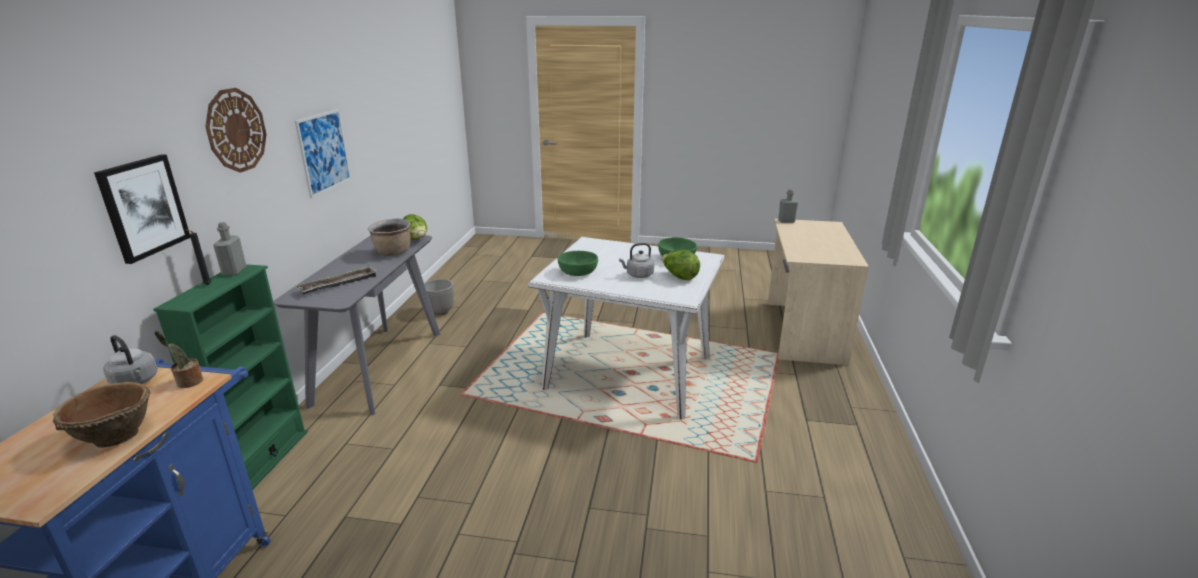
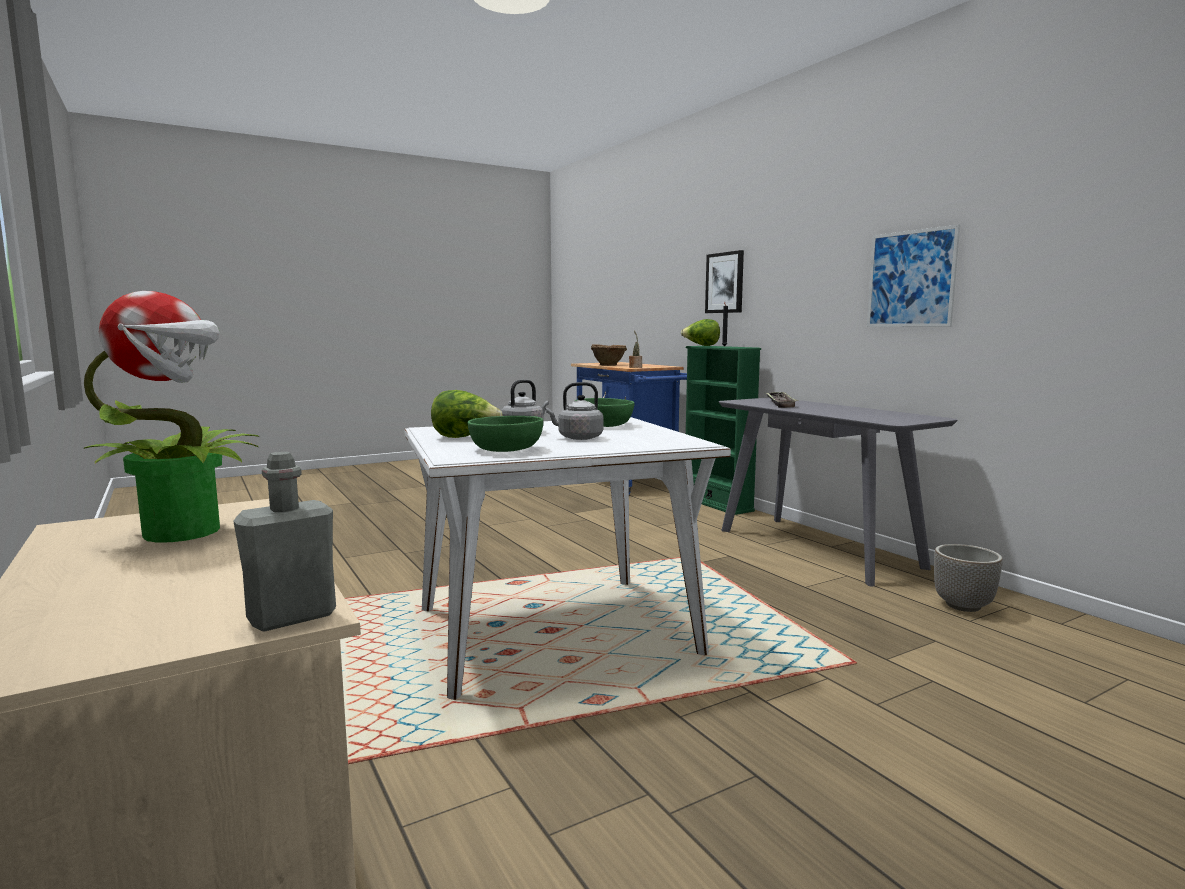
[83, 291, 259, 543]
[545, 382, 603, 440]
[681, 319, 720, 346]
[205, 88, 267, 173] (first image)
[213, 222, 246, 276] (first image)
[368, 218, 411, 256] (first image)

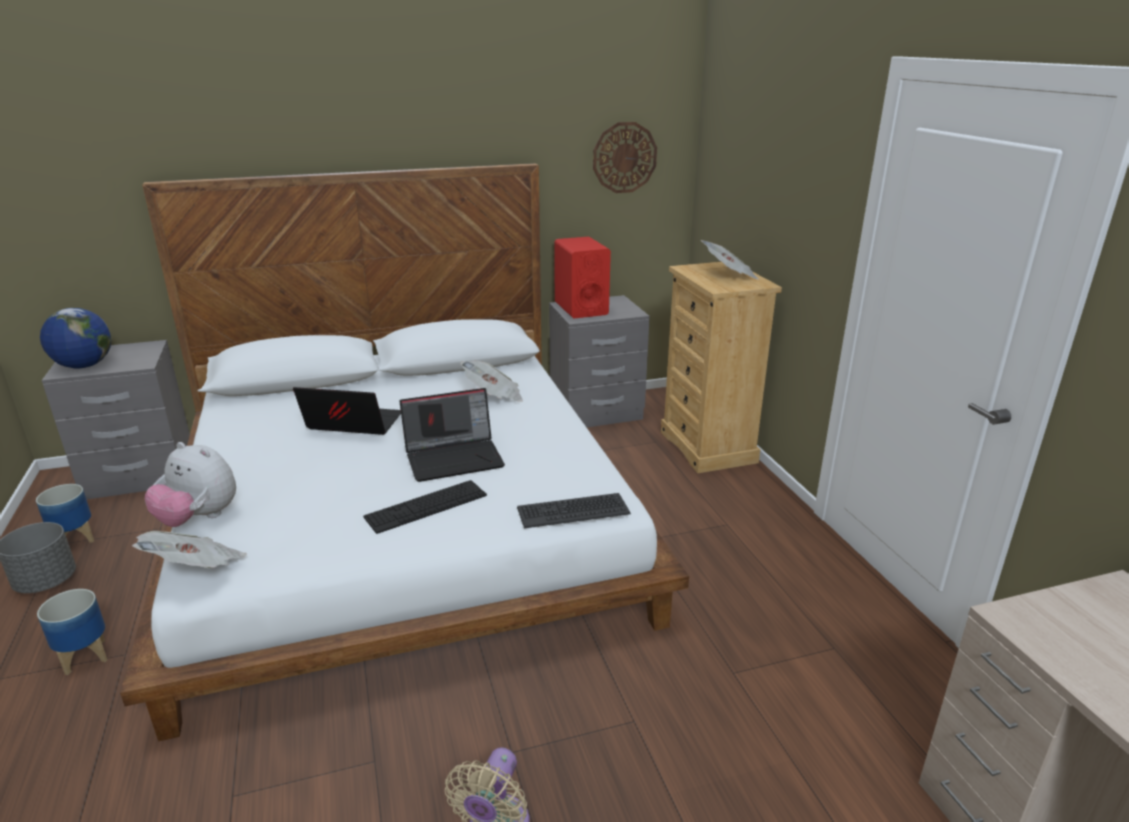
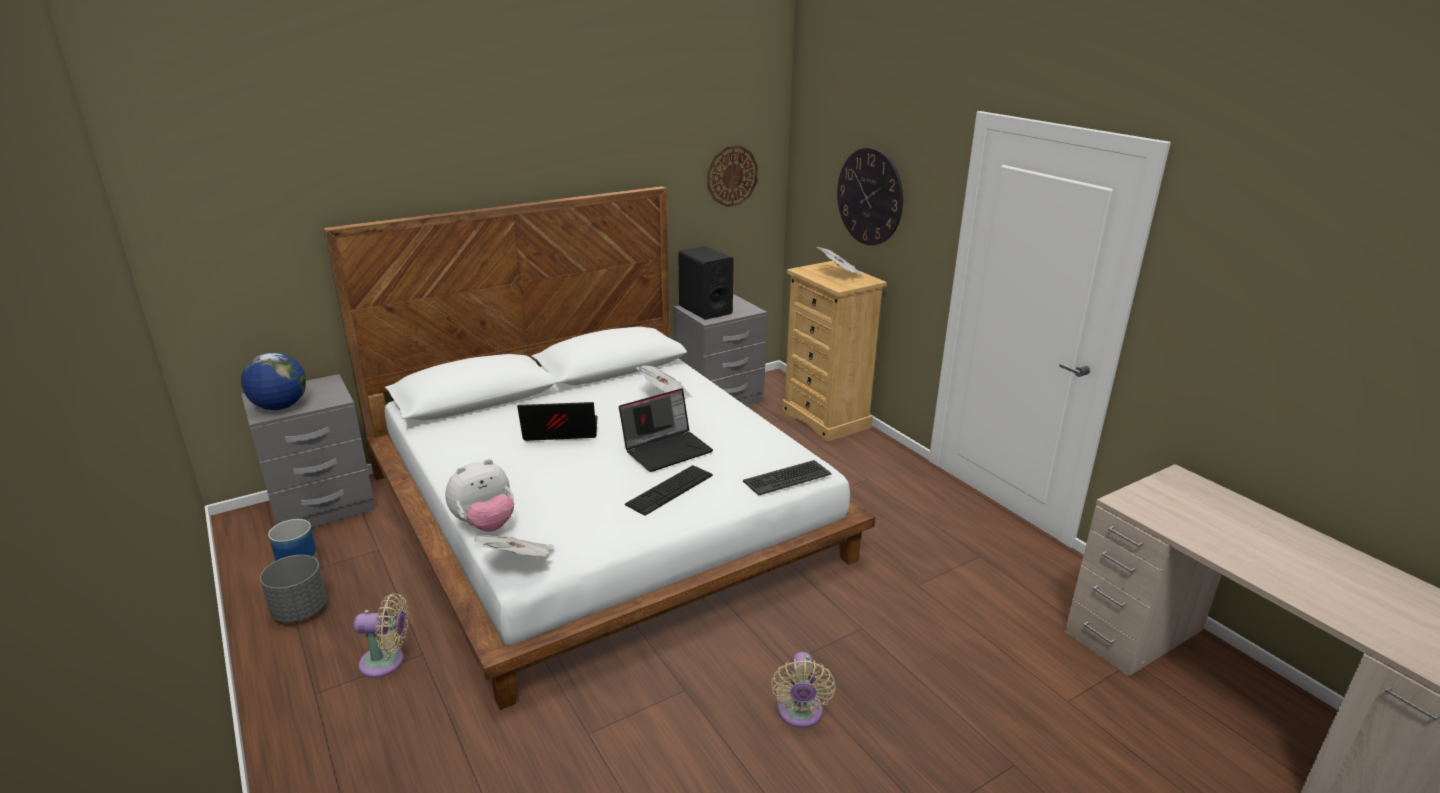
[354, 593, 409, 678]
[445, 459, 514, 532]
[678, 246, 734, 320]
[837, 148, 903, 245]

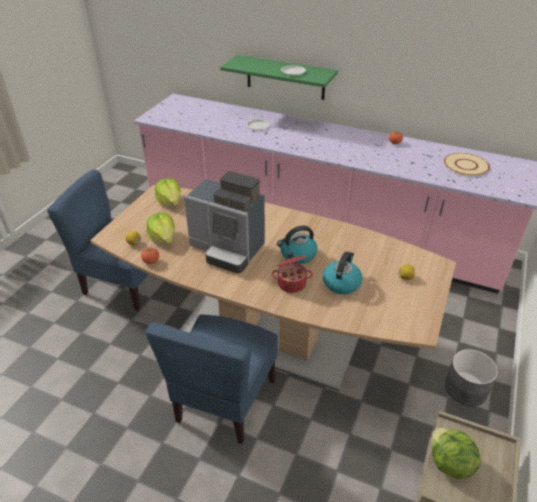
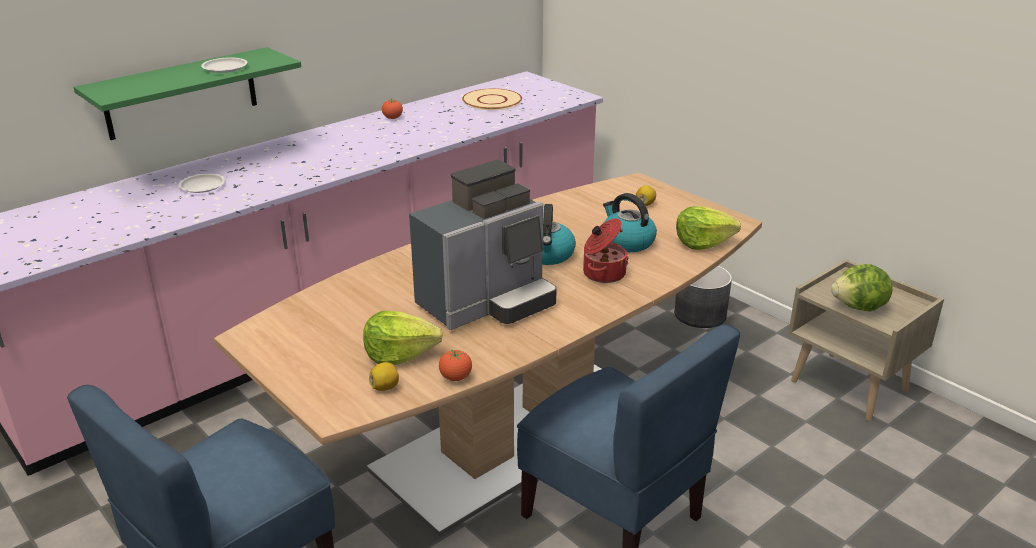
[676, 206, 741, 250]

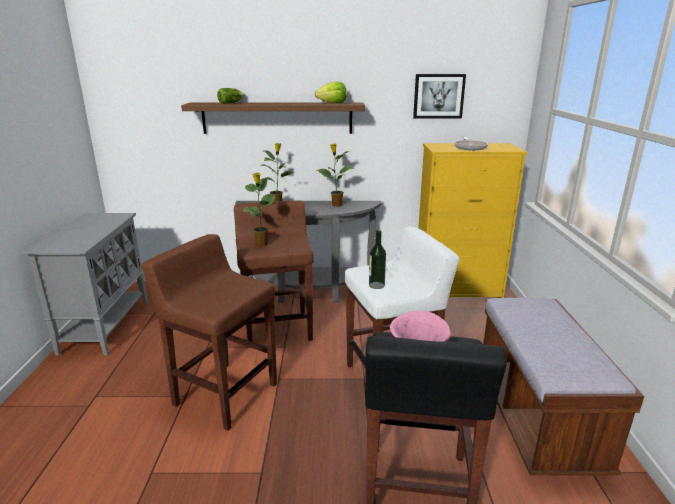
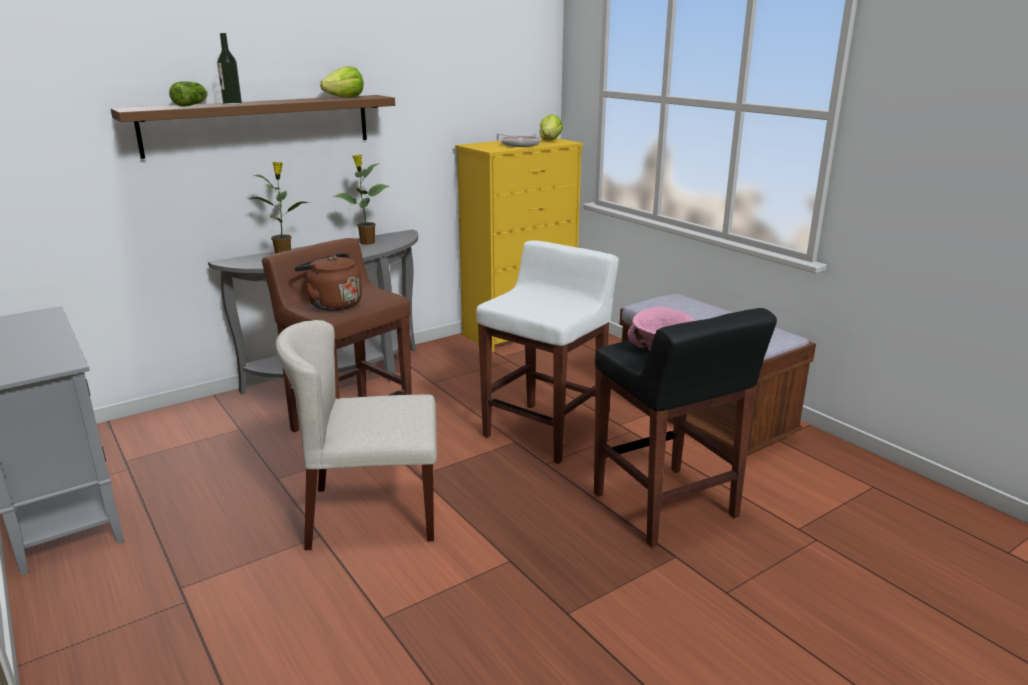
[217, 33, 242, 105]
[276, 320, 437, 550]
[294, 253, 362, 311]
[539, 114, 563, 141]
[413, 74, 466, 119] (first image)

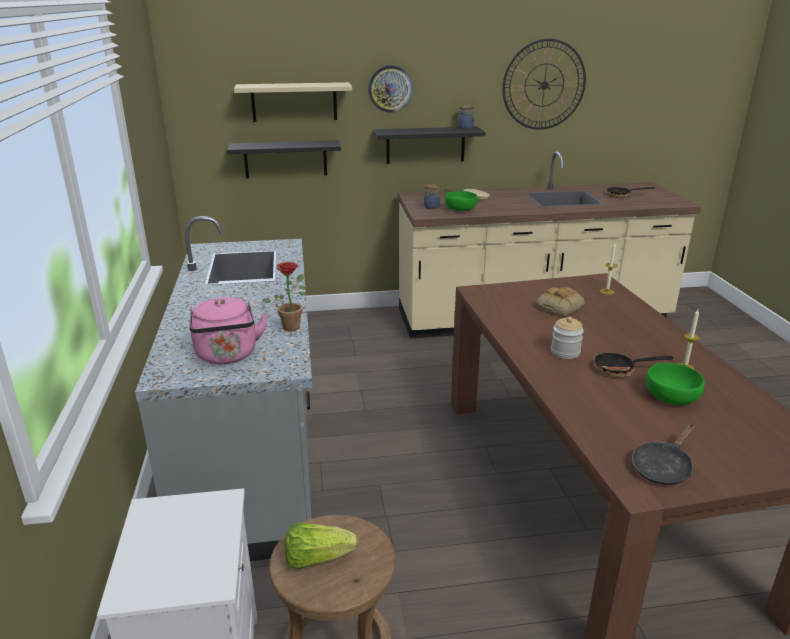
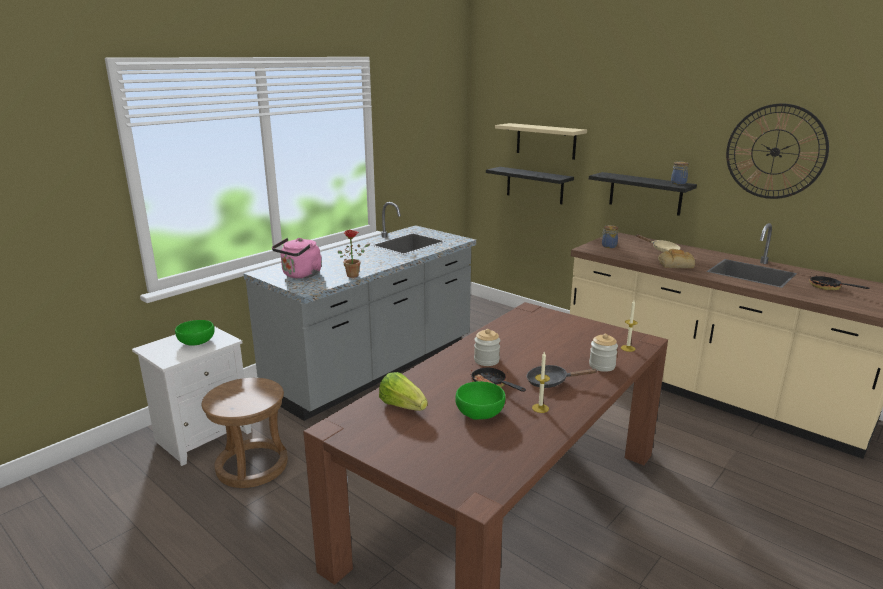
[175, 320, 215, 346]
[379, 372, 428, 411]
[526, 365, 598, 388]
[589, 334, 618, 372]
[658, 249, 695, 268]
[368, 65, 413, 113] (first image)

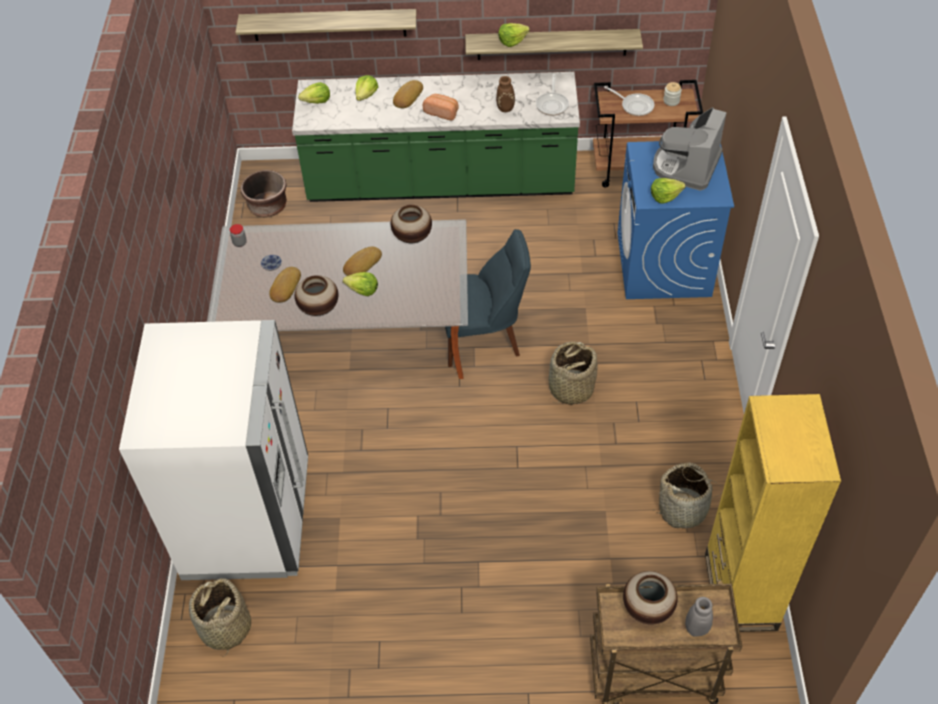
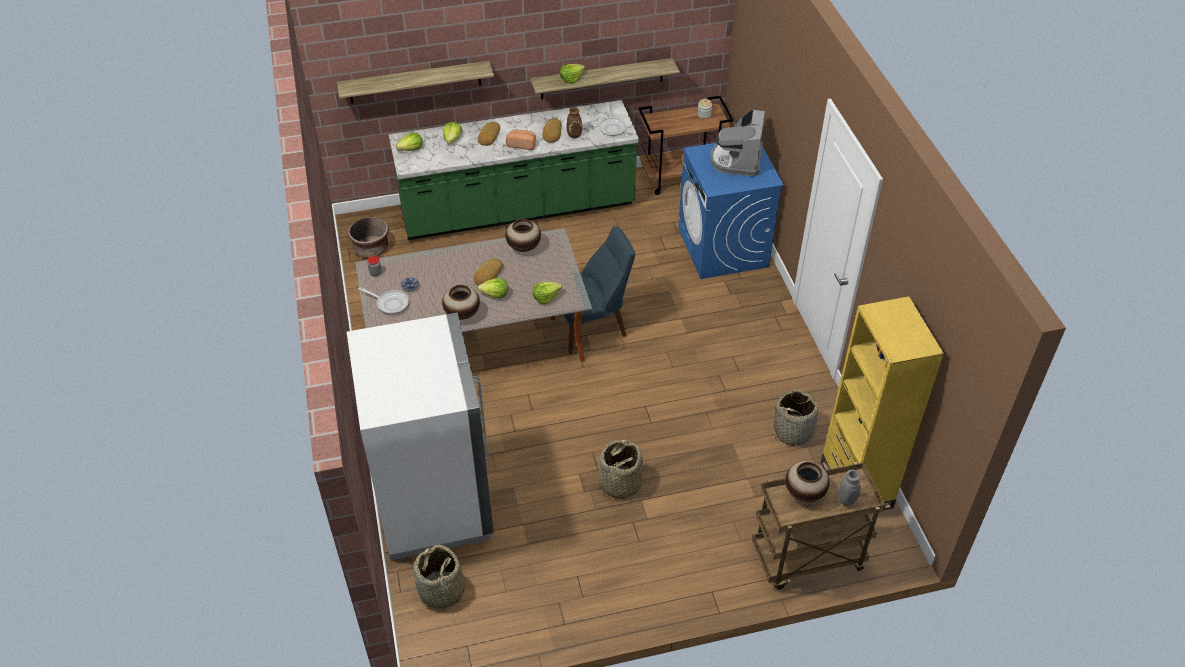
[358, 287, 409, 314]
[533, 282, 562, 304]
[542, 118, 562, 142]
[599, 440, 643, 500]

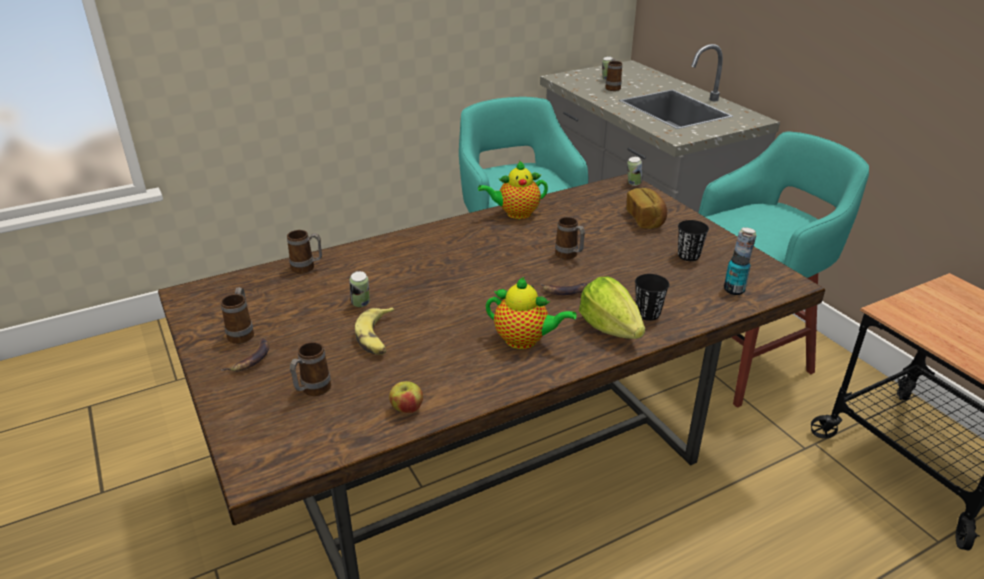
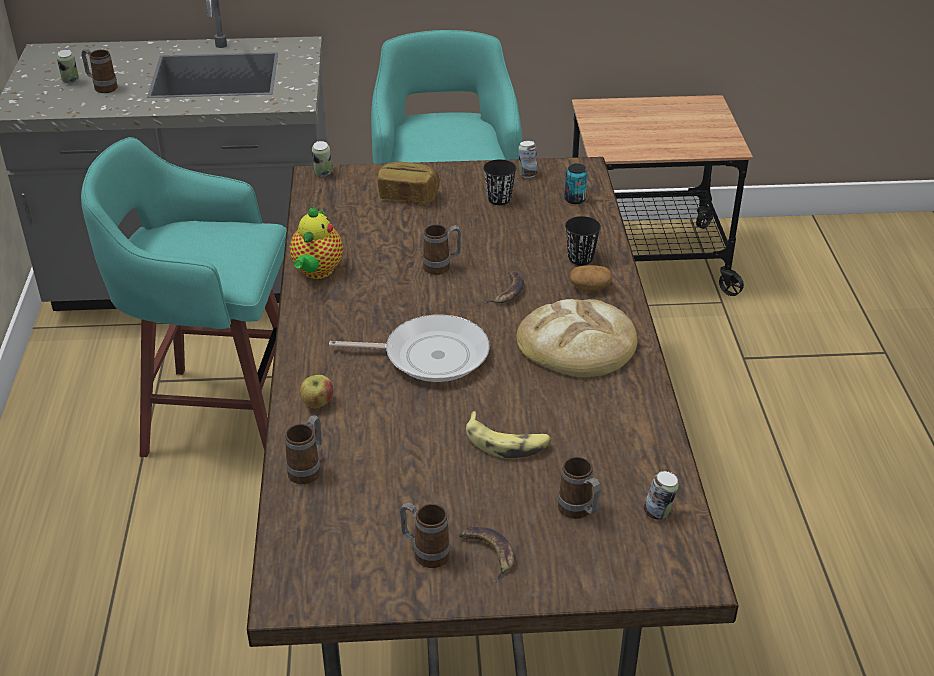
[300, 375, 333, 408]
[329, 314, 490, 382]
[517, 299, 637, 377]
[569, 265, 612, 291]
[644, 471, 679, 520]

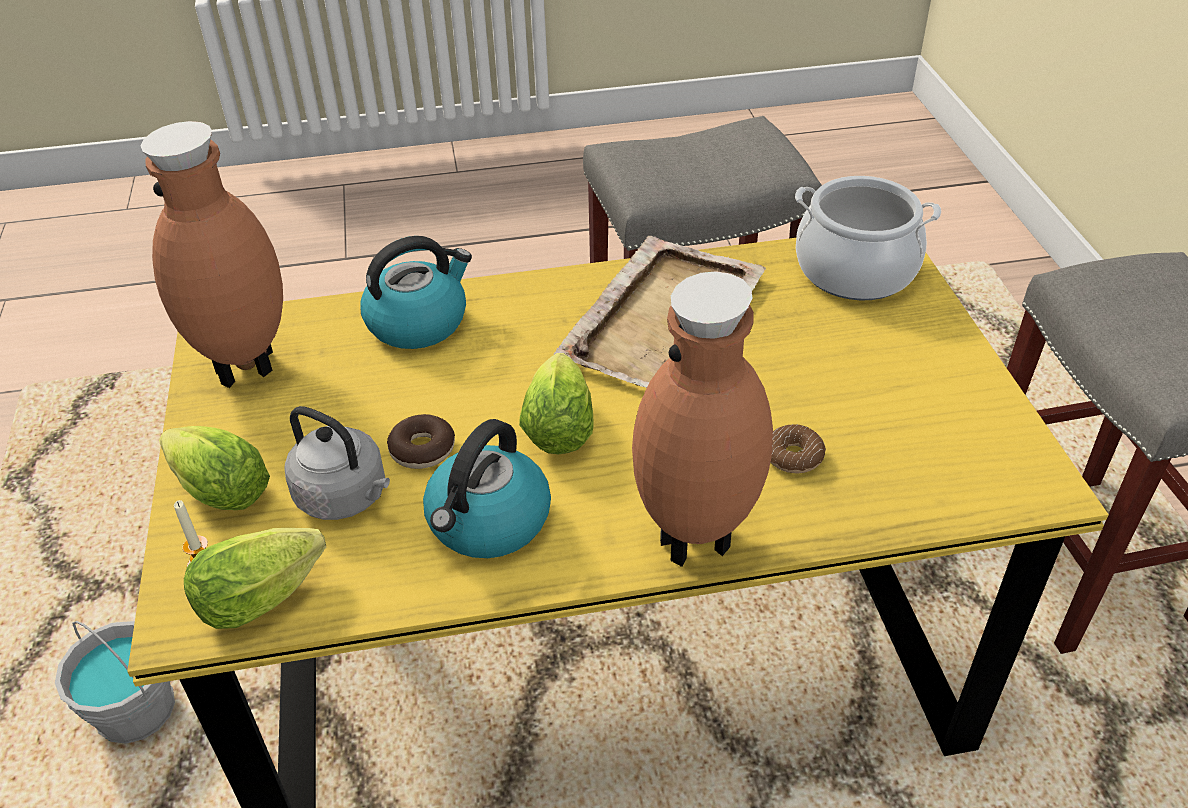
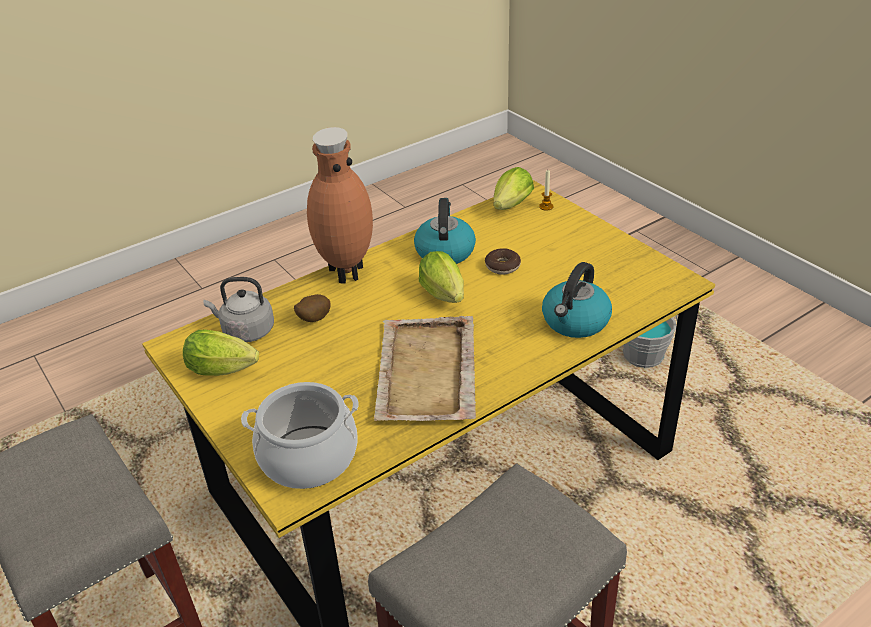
[183, 330, 259, 376]
[203, 277, 274, 342]
[294, 294, 331, 322]
[141, 121, 283, 388] (first image)

